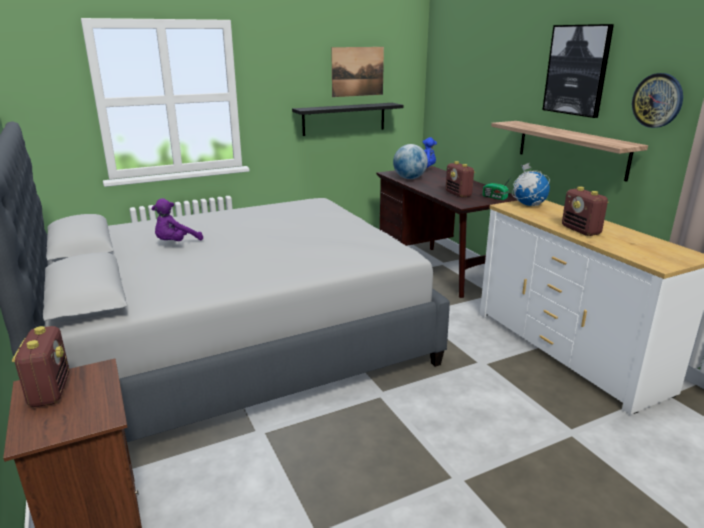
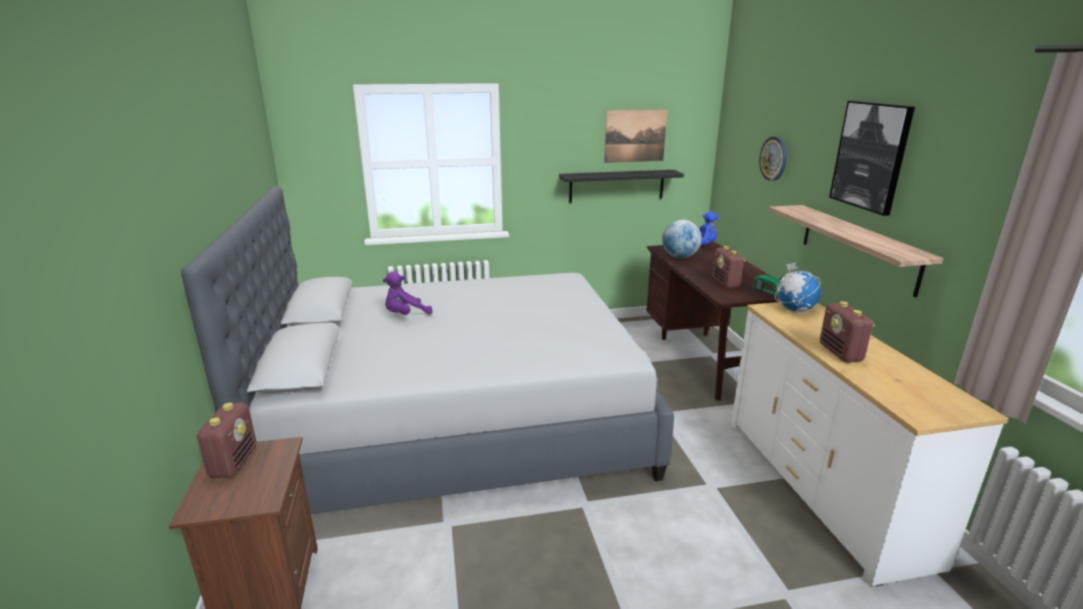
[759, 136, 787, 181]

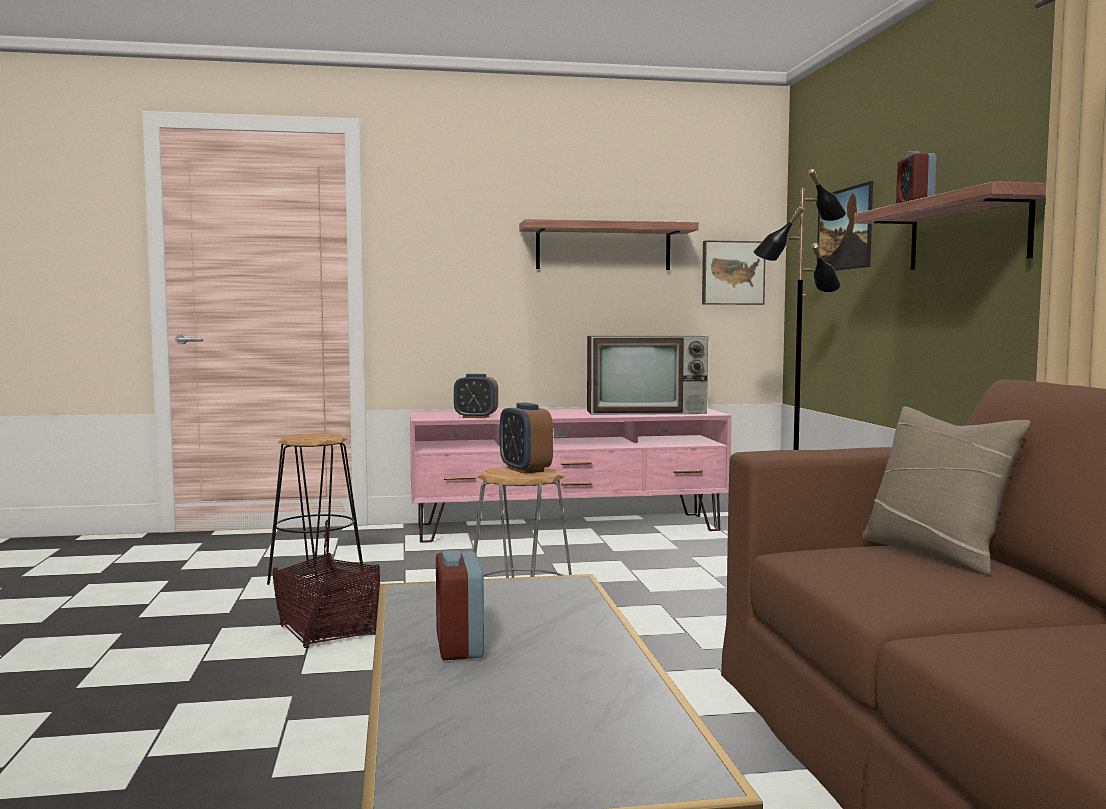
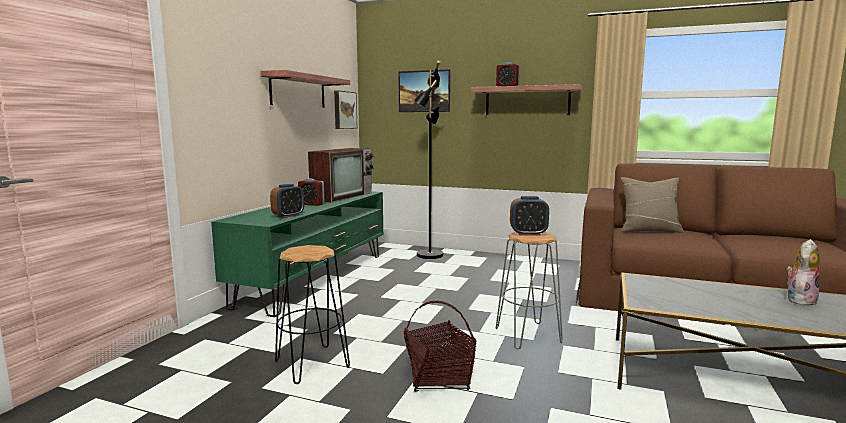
[211, 191, 383, 317]
[298, 178, 325, 206]
[786, 239, 820, 306]

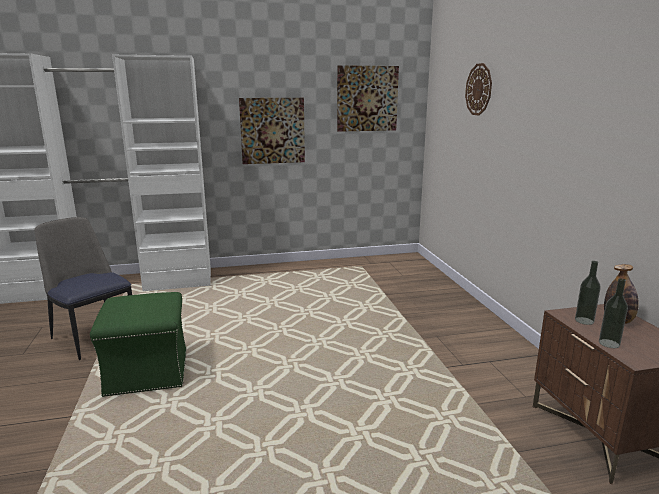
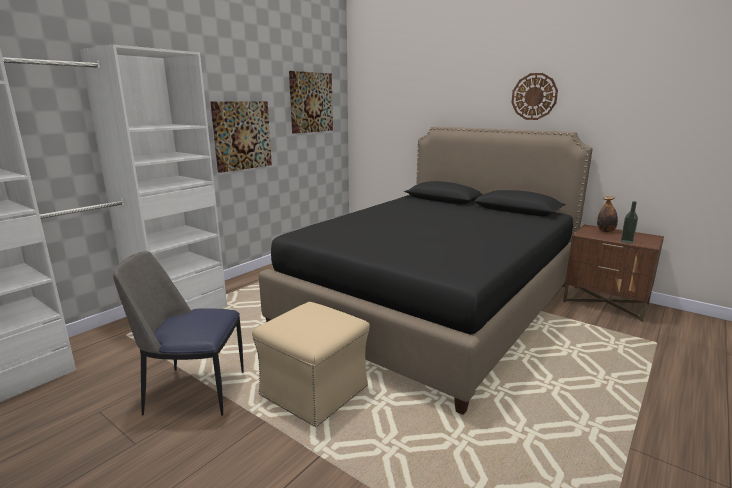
[252, 302, 370, 427]
[259, 126, 593, 415]
[511, 73, 558, 120]
[575, 261, 601, 325] (first image)

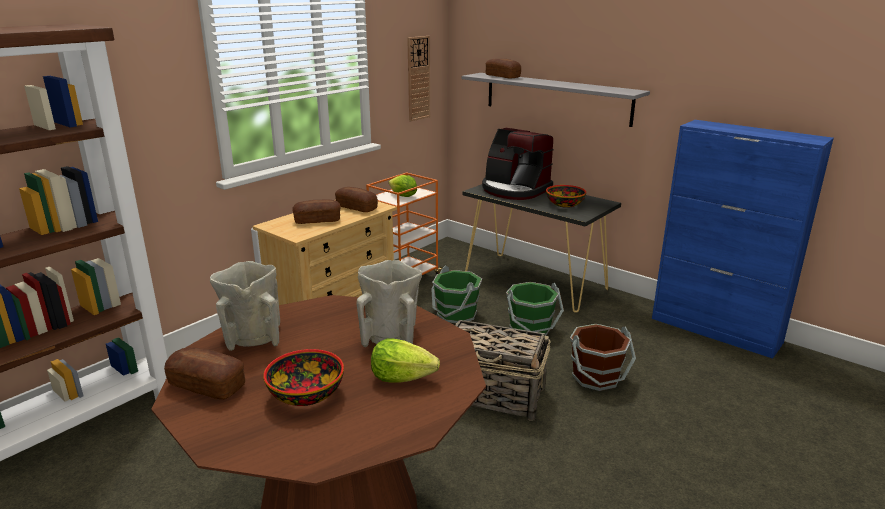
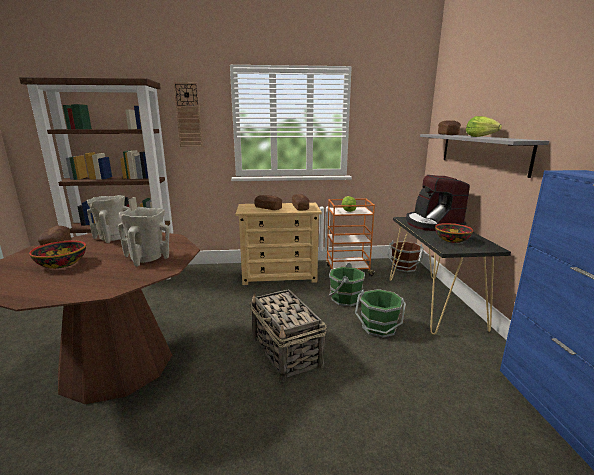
[173, 82, 203, 147]
[387, 240, 424, 272]
[466, 116, 502, 137]

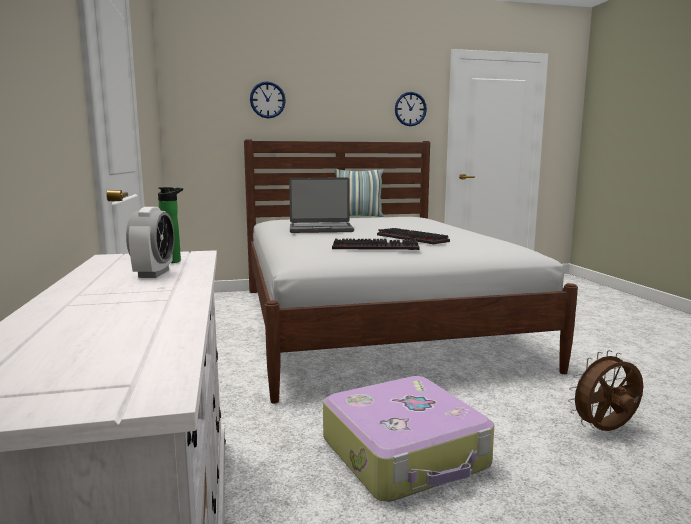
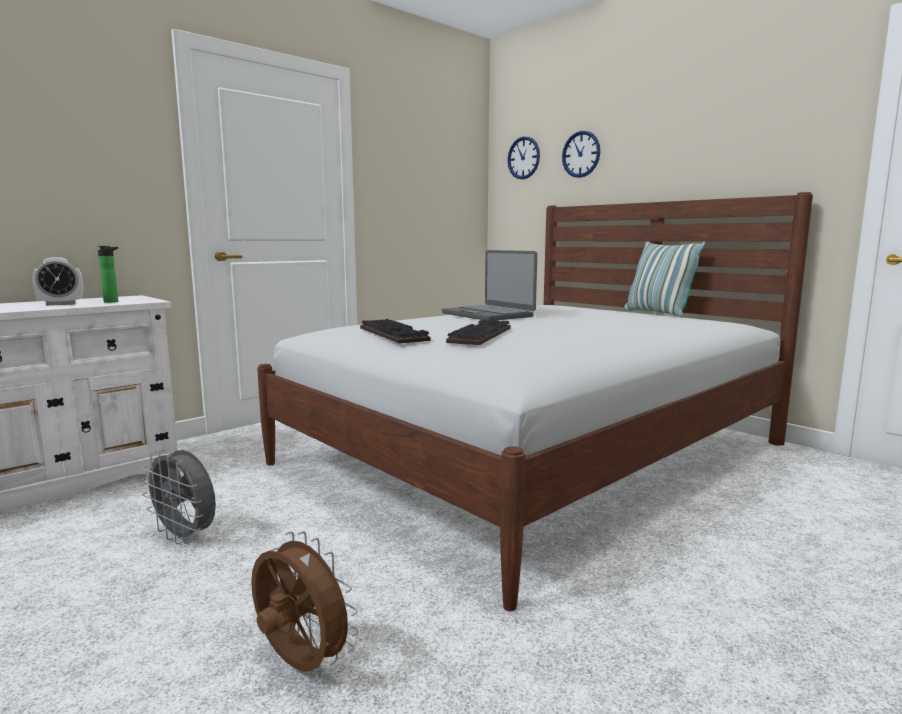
[141, 449, 216, 544]
[508, 136, 540, 179]

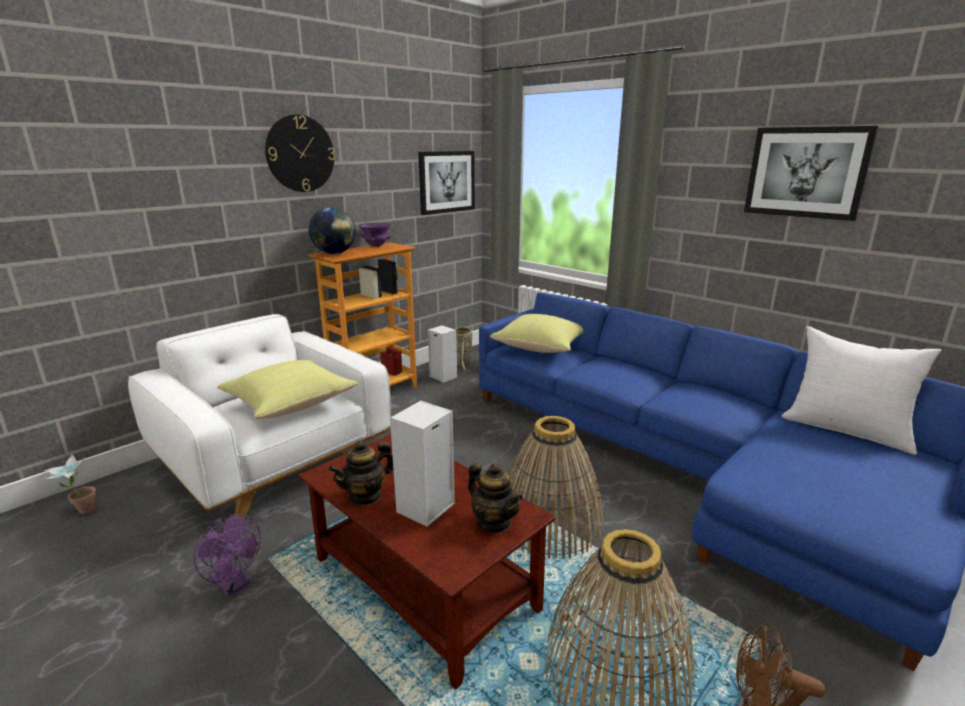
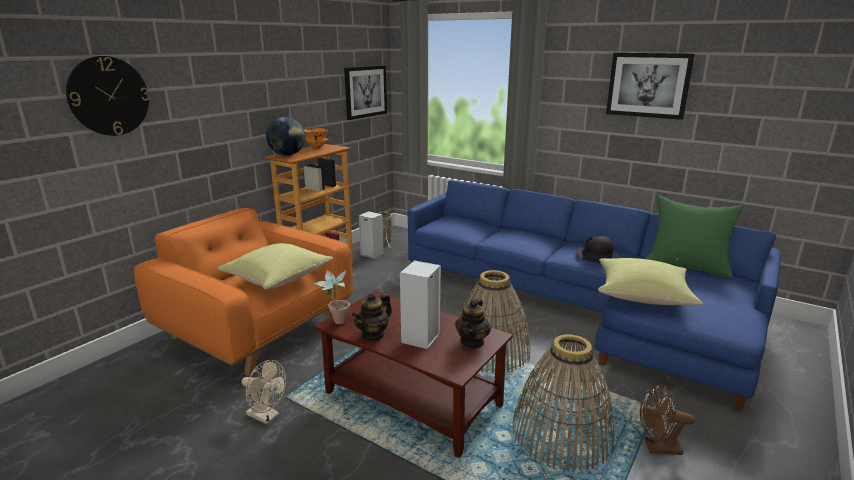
[66, 56, 150, 136]
[134, 208, 353, 376]
[242, 360, 286, 424]
[304, 128, 329, 148]
[314, 270, 350, 324]
[455, 298, 491, 349]
[576, 235, 619, 263]
[598, 258, 703, 305]
[645, 195, 743, 278]

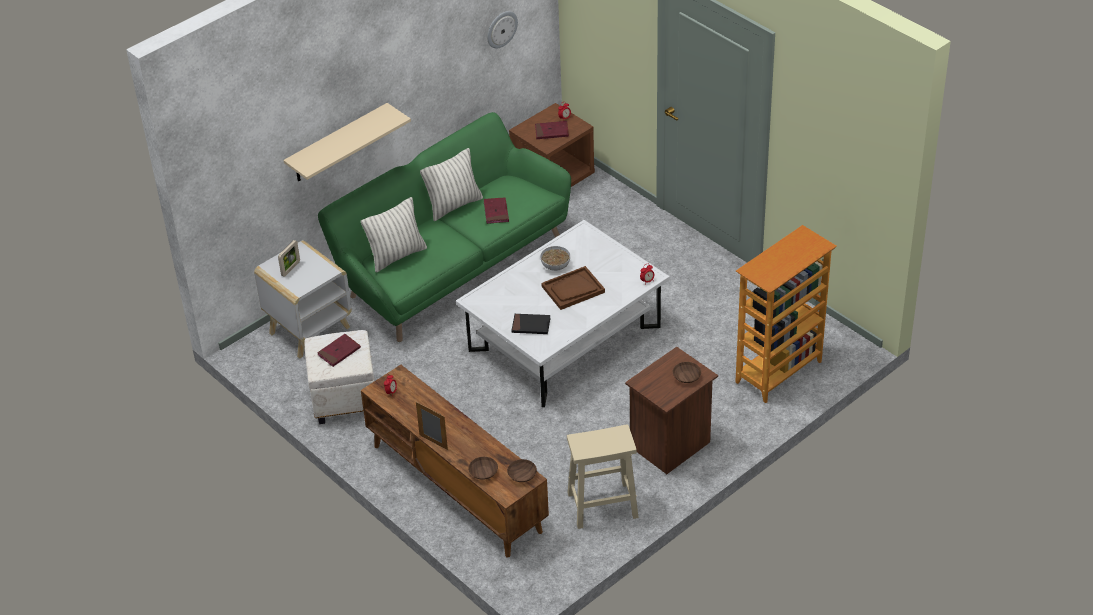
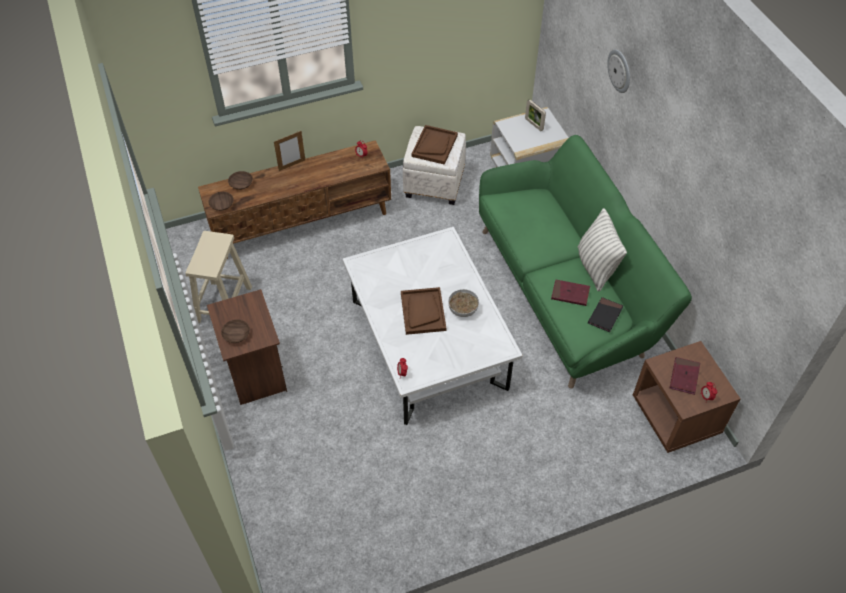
[411, 125, 458, 165]
[588, 297, 623, 332]
[607, 49, 630, 93]
[283, 103, 411, 182] (first image)
[361, 197, 427, 272] (first image)
[735, 225, 837, 403] (first image)

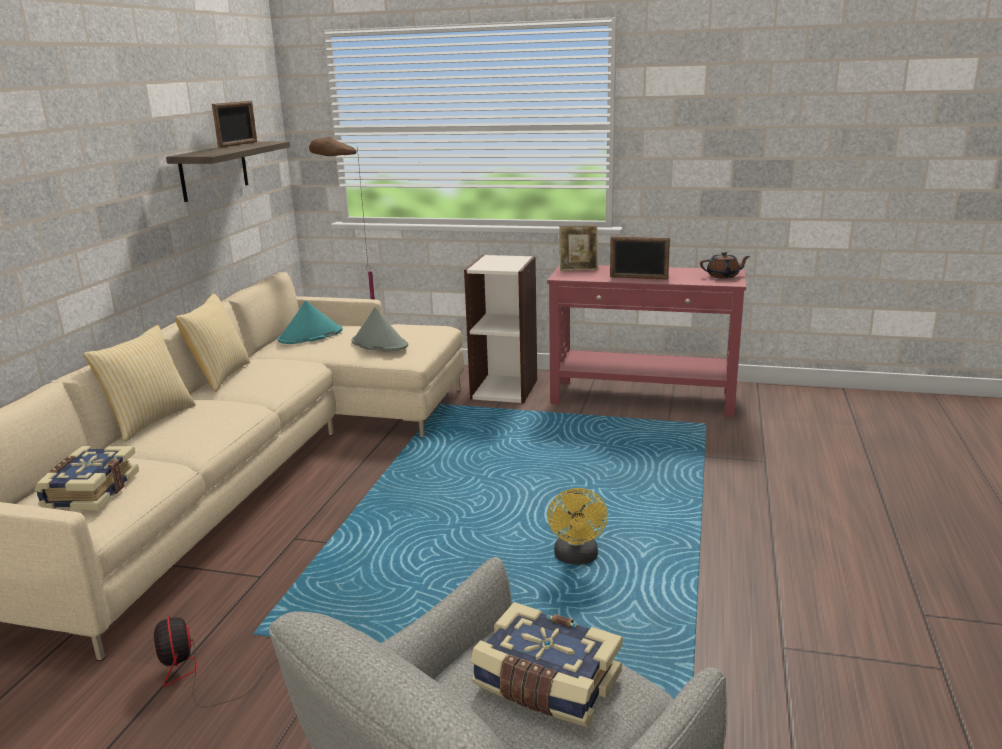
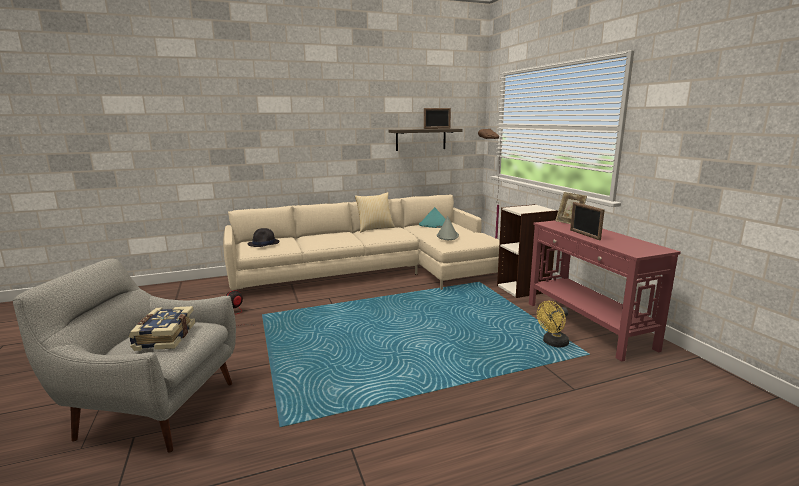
[248, 228, 280, 247]
[537, 301, 569, 347]
[83, 325, 196, 441] (first image)
[700, 252, 750, 279] (first image)

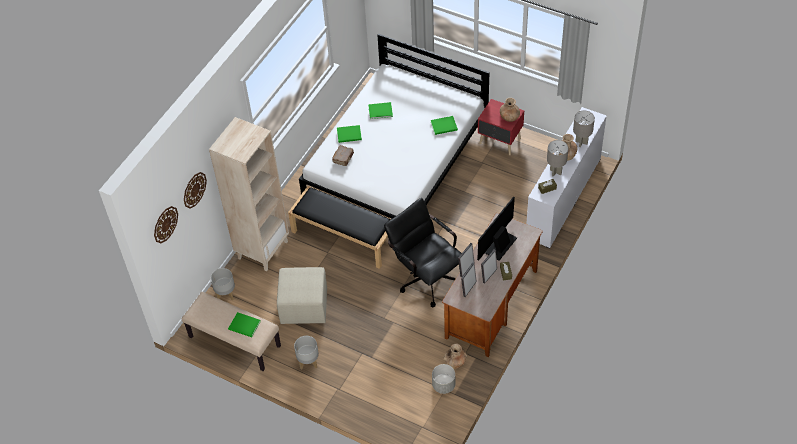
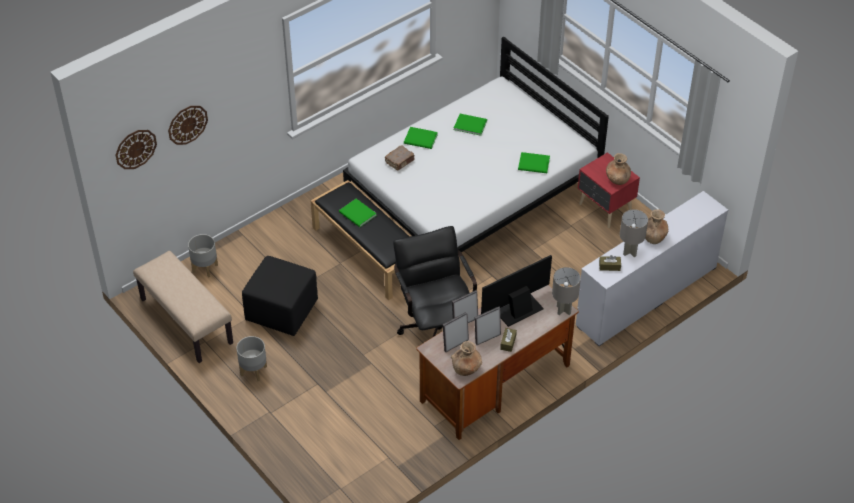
[242, 256, 318, 336]
[339, 199, 377, 227]
[451, 341, 482, 376]
[552, 267, 581, 315]
[209, 117, 289, 271] (first image)
[432, 364, 455, 394] (first image)

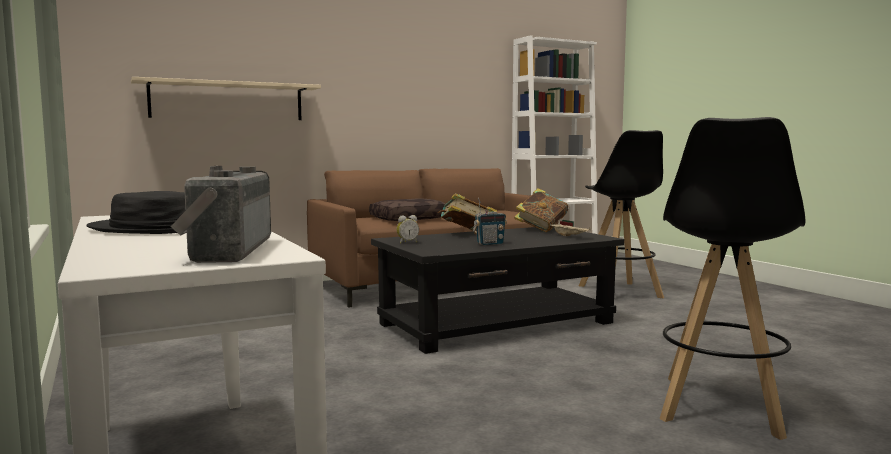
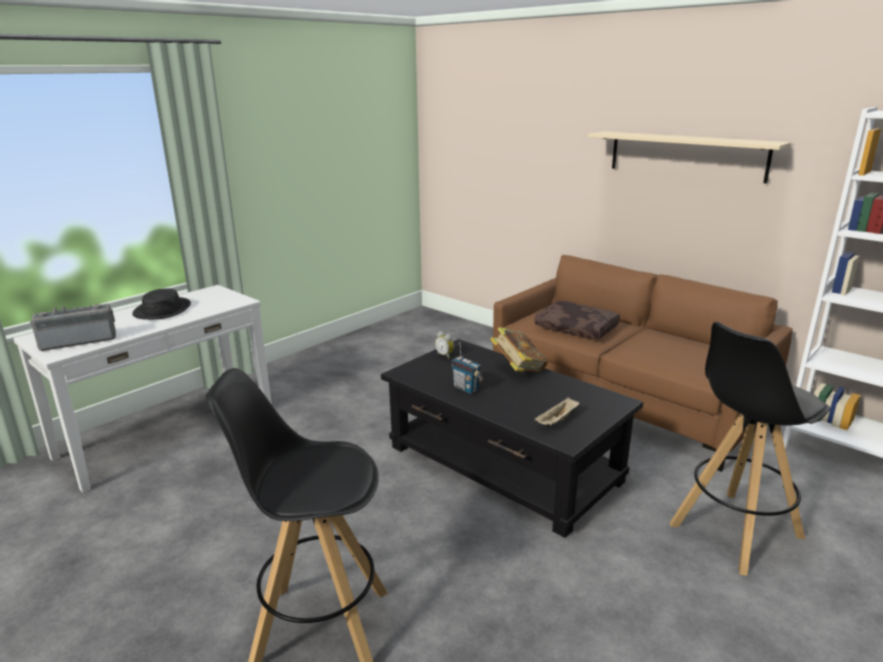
[588, 131, 791, 183]
[514, 188, 568, 232] (first image)

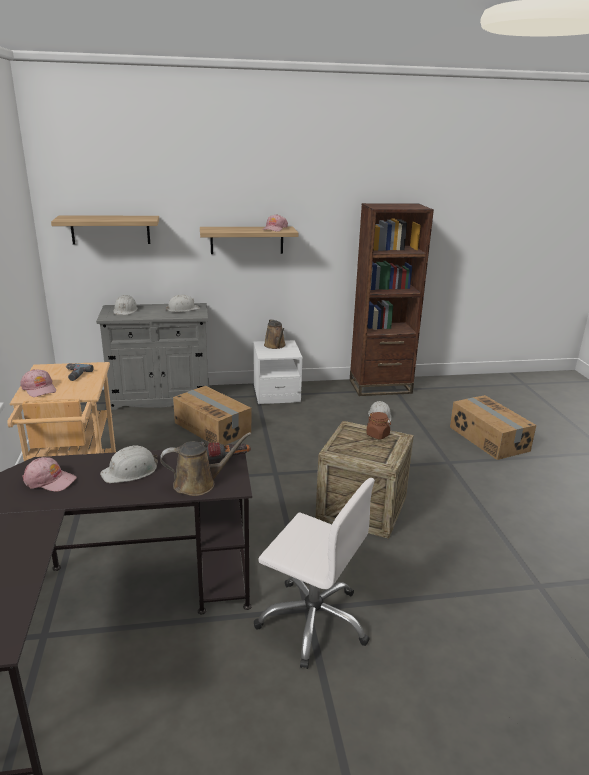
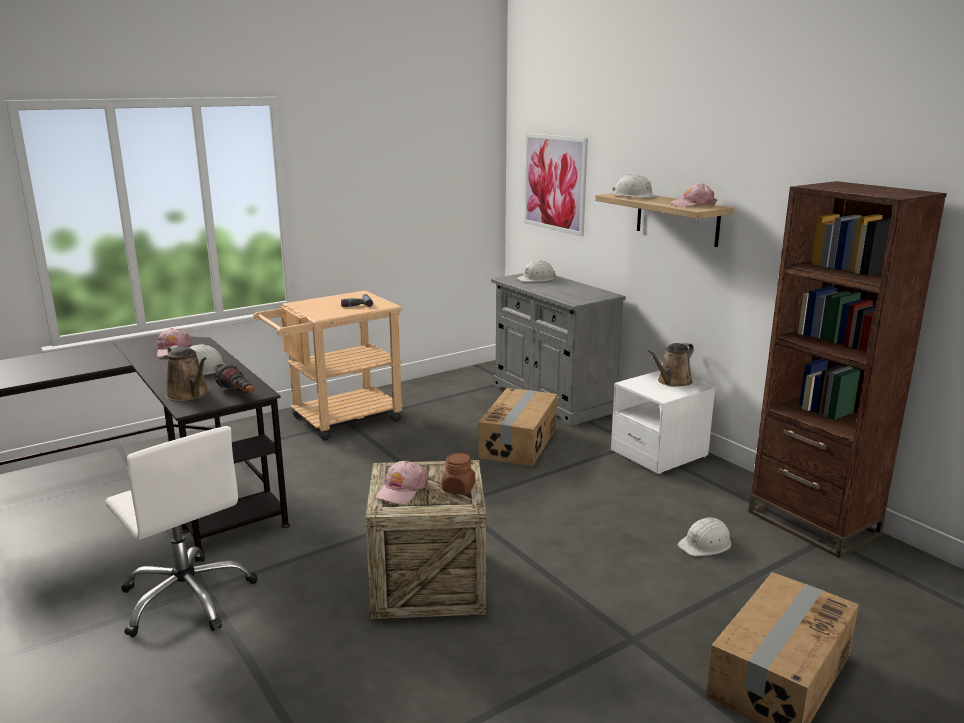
[105, 426, 258, 637]
[376, 461, 429, 504]
[524, 133, 588, 236]
[612, 174, 659, 198]

